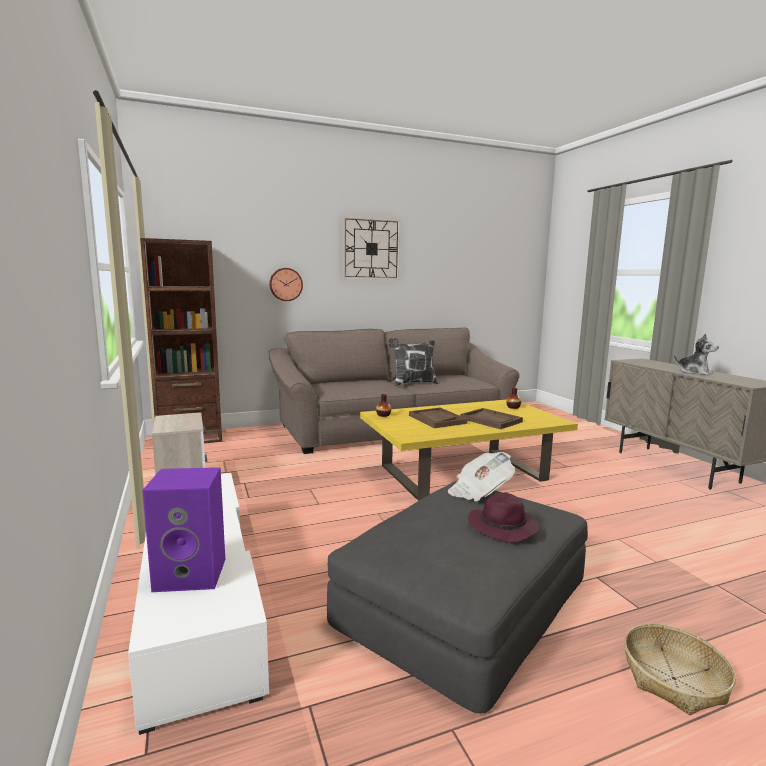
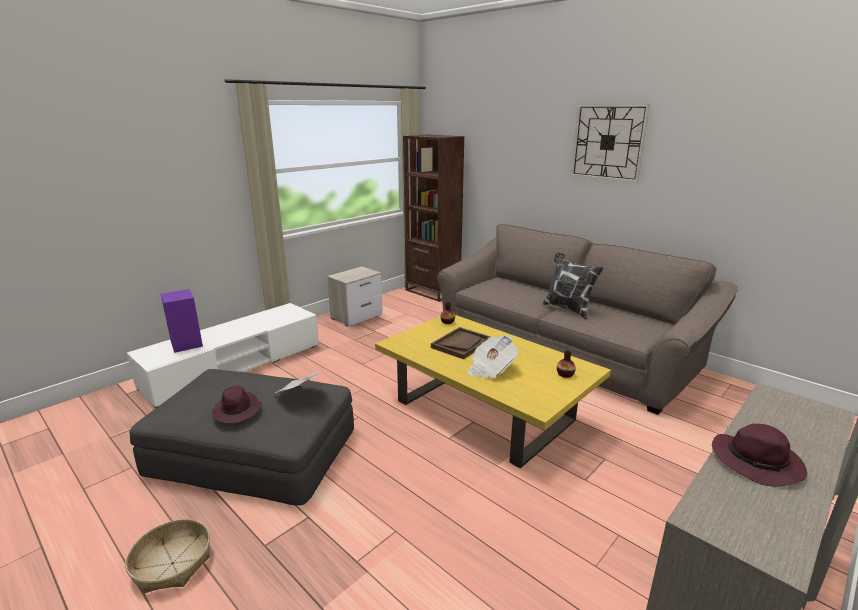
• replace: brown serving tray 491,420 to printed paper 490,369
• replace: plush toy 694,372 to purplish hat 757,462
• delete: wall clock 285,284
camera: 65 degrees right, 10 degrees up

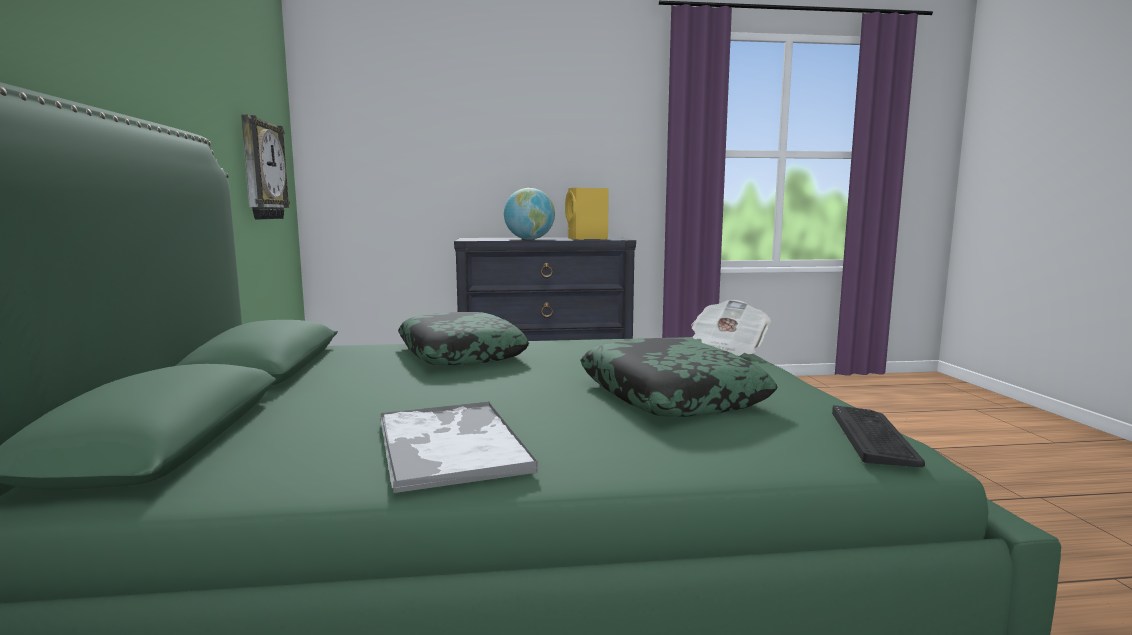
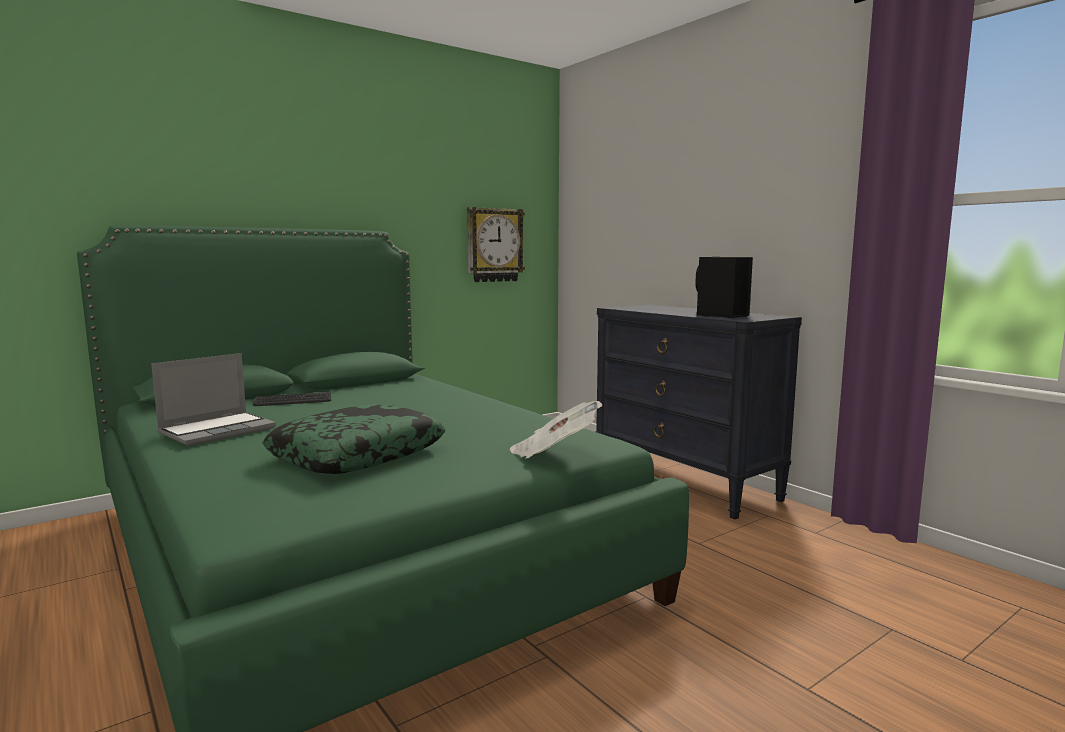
• replace: serving tray 450,444 to laptop 218,430
• move: PC keyboard 873,436 to 293,401
• recolor: yellow-coloured loudspeaker 587,239 to black loudspeaker 721,316
• delete: pillow 460,353
• delete: desk globe 529,239
camera: 60 degrees right, 0 degrees up

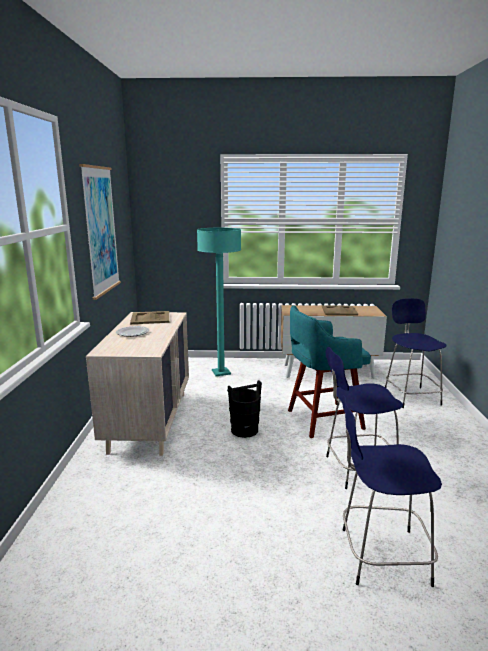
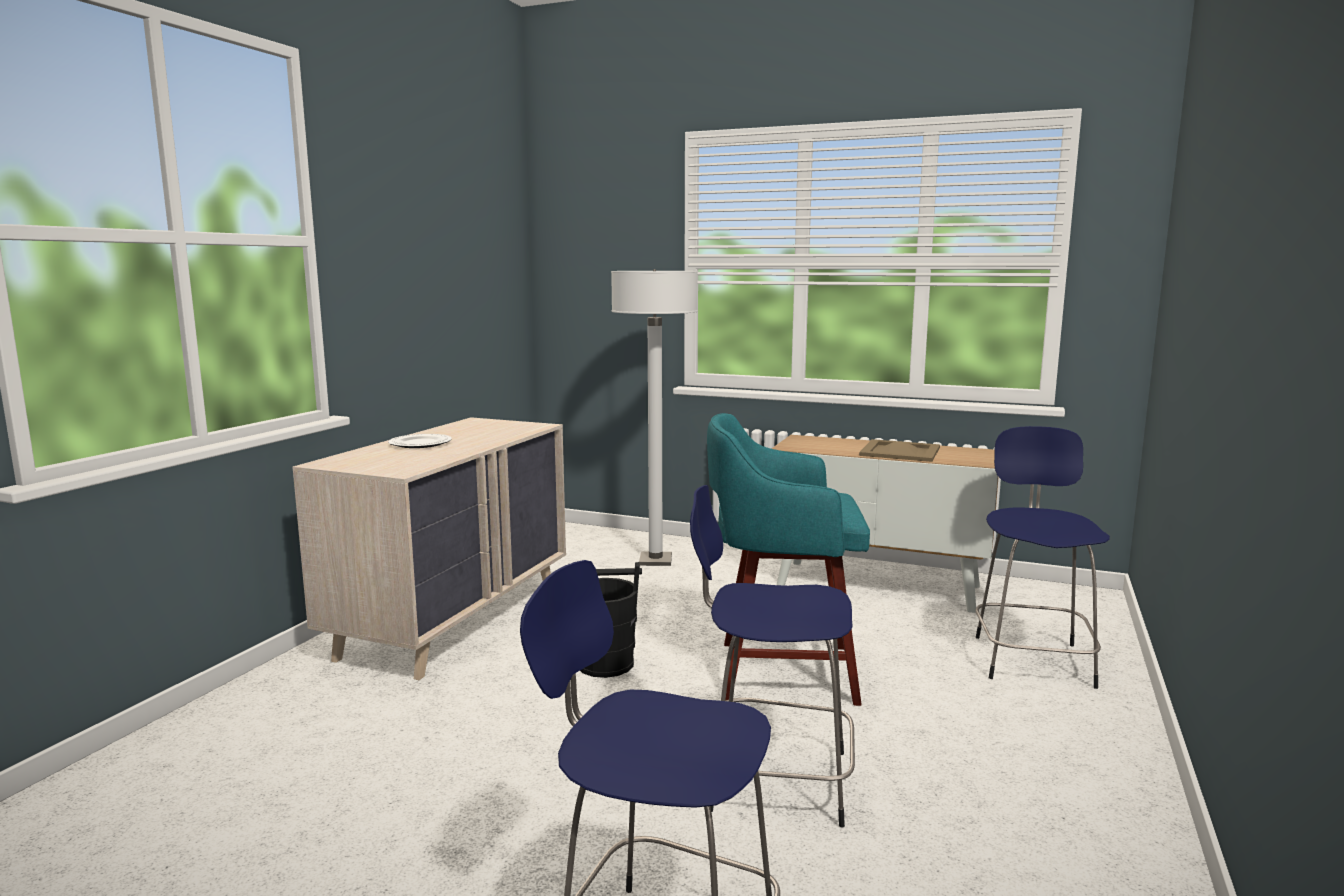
• recolor: blue-green standard lamp 221,372 to whitish standard lamp 655,561
• delete: wall picture 100,230
• delete: beige-coloured serving tray 151,318
camera: 20 degrees right, 5 degrees down

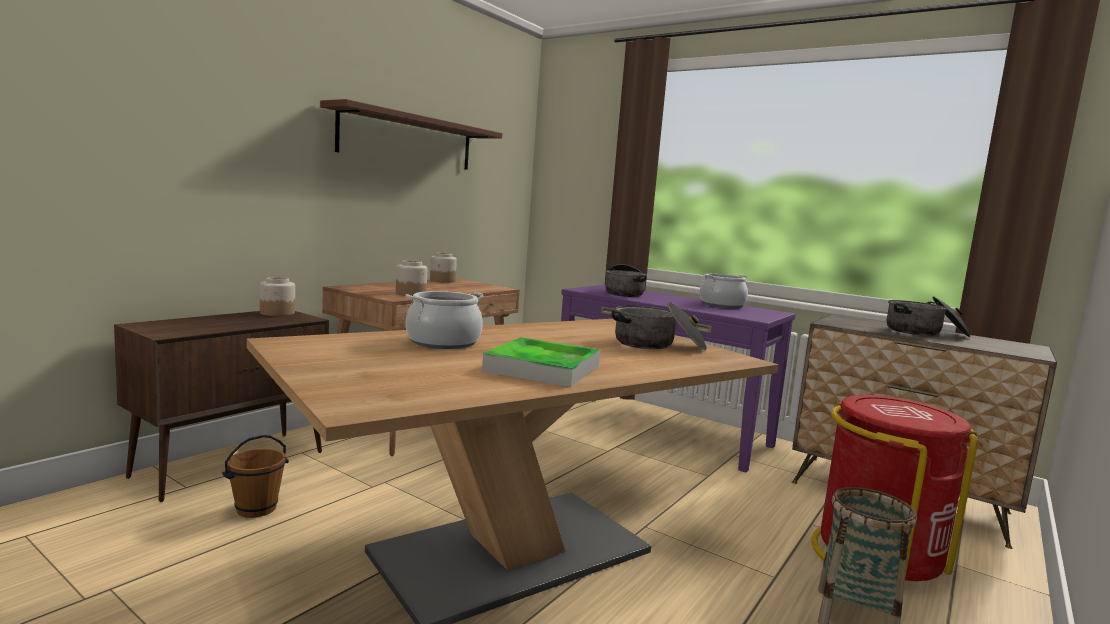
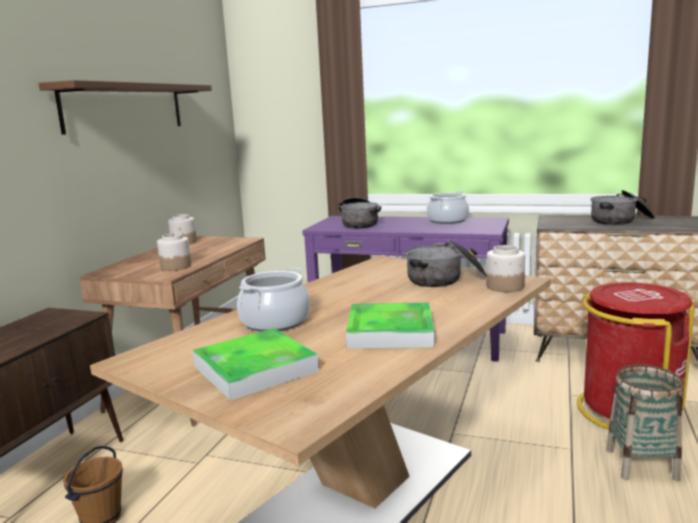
• insert: serving tray 255,369
• move: storage jar 277,313 to 504,286
camera: 15 degrees left, 5 degrees up

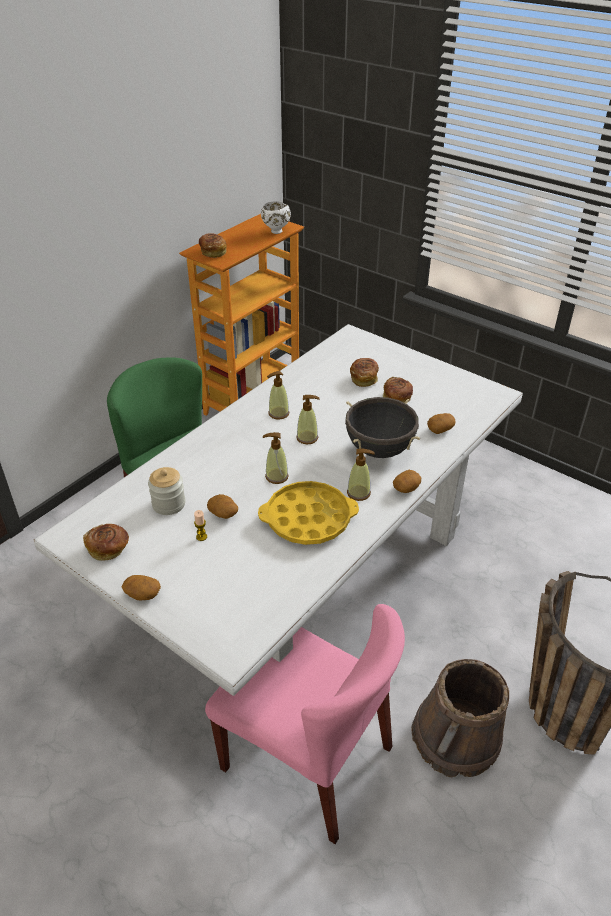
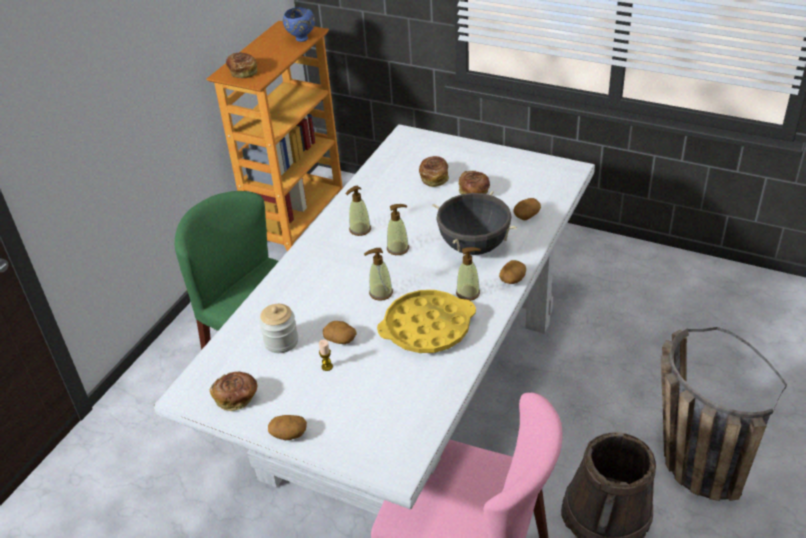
• recolor: whitish serving bowl 275,231 to blue serving bowl 301,39
camera: 10 degrees left, 0 degrees up

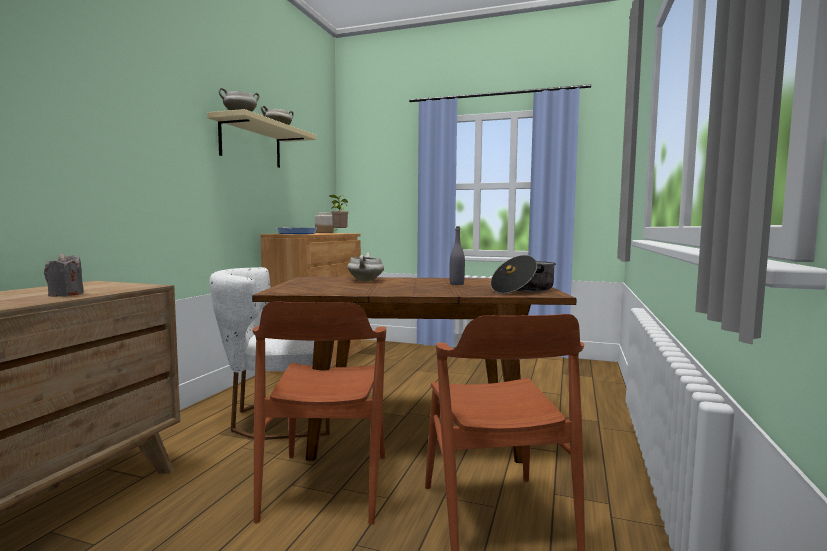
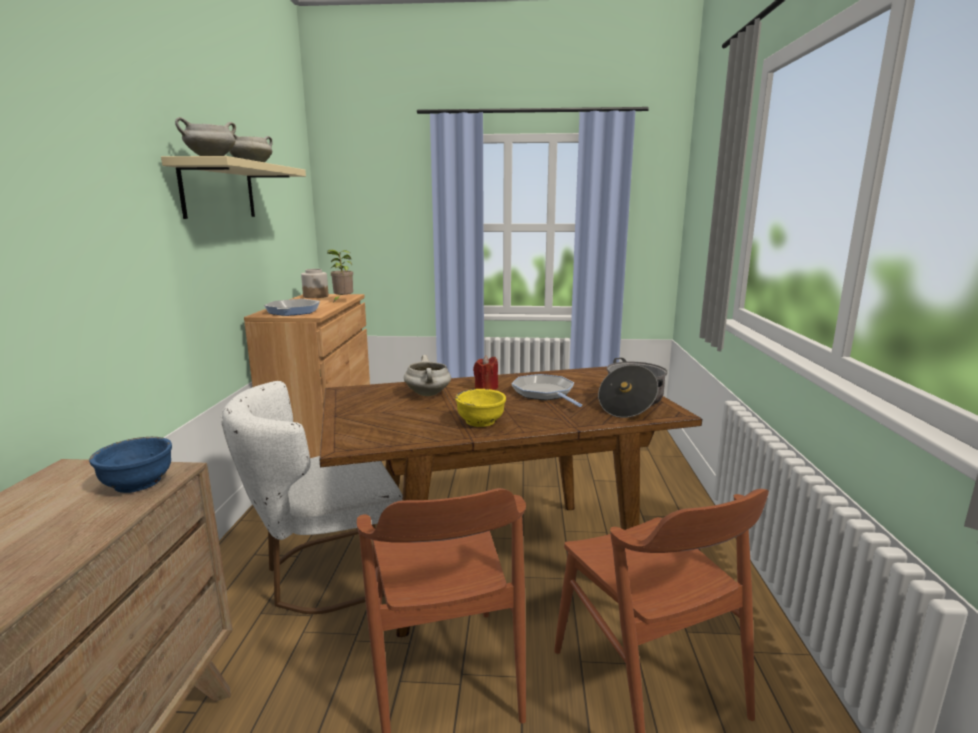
• insert: blue serving bowl 138,483
• insert: yellow-coloured serving bowl 480,421
• insert: red wax candle 486,388
• replace: grey bottle 456,284 to frying pan 545,393
• delete: grey wax candle 65,295
camera: 15 degrees left, 10 degrees up

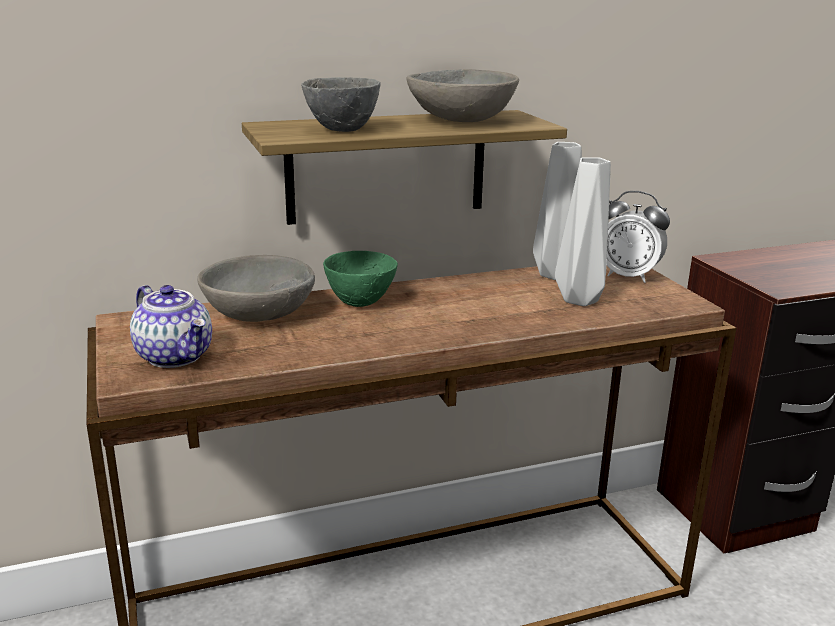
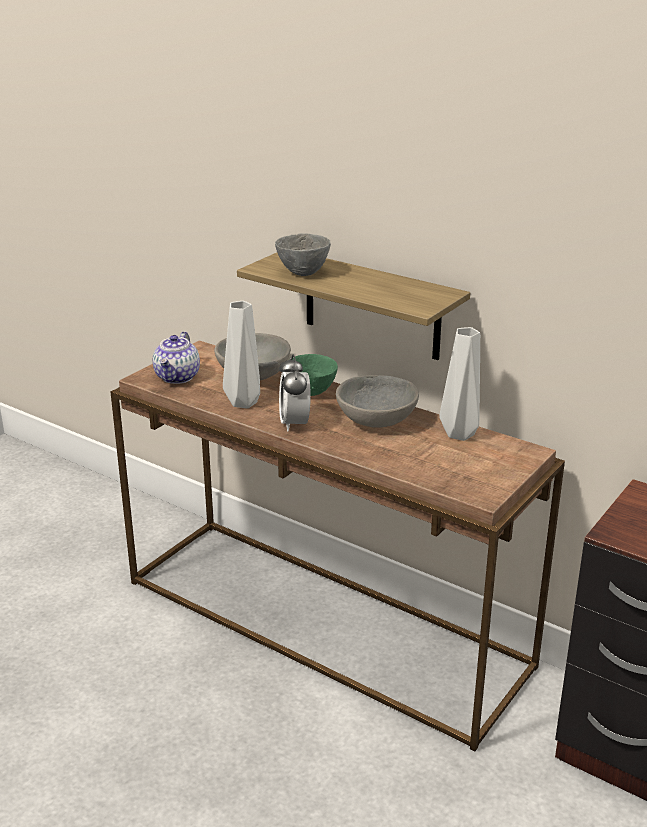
• move: grey vase 582,300 to 245,403
• move: bedside clock 628,276 to 294,423
• move: grey serving bowl 460,120 to 377,420
camera: 55 degrees right, 5 degrees up

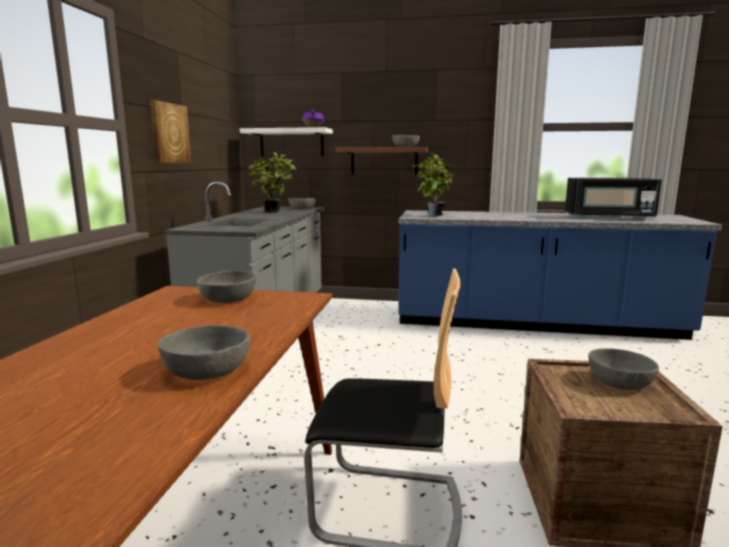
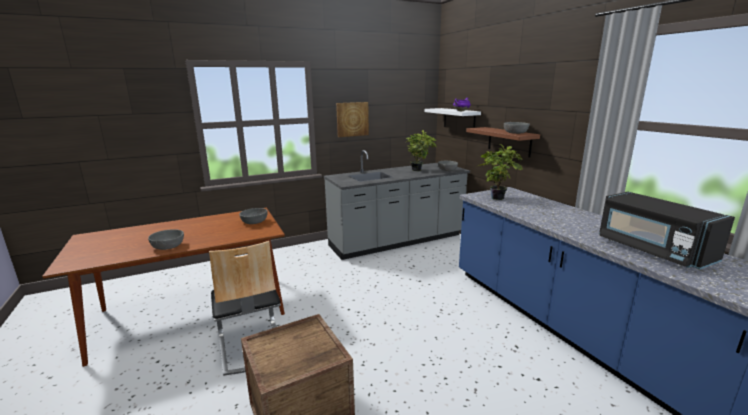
• delete: grey serving bowl 619,382
camera: 55 degrees right, 5 degrees up

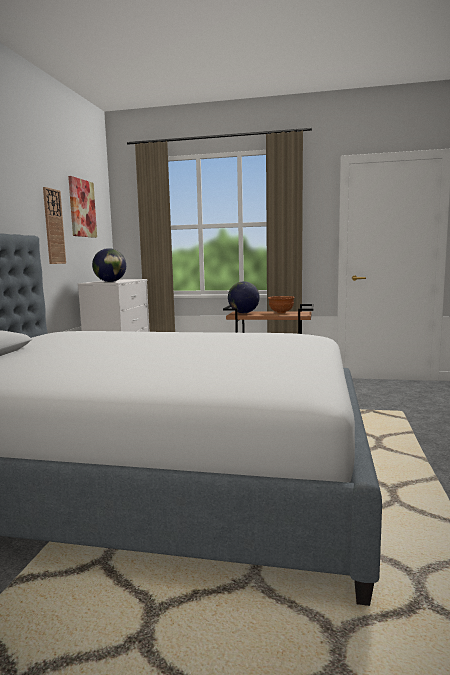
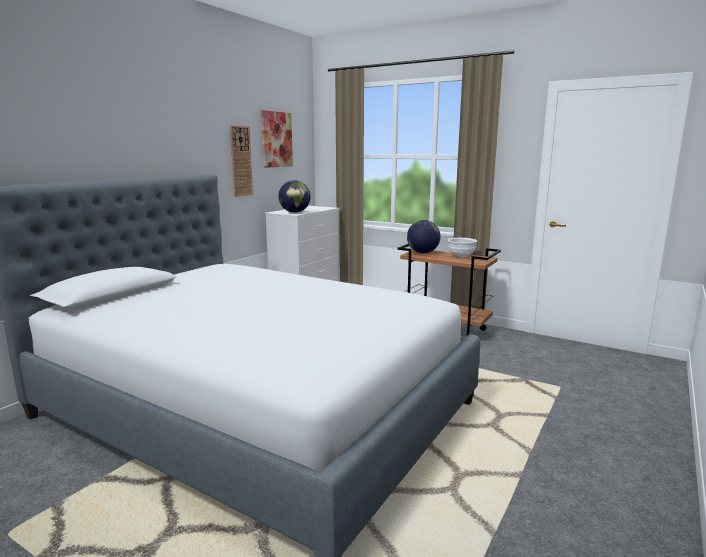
• recolor: brown serving bowl 280,312 to whitish serving bowl 461,256
camera: 20 degrees right, 5 degrees up

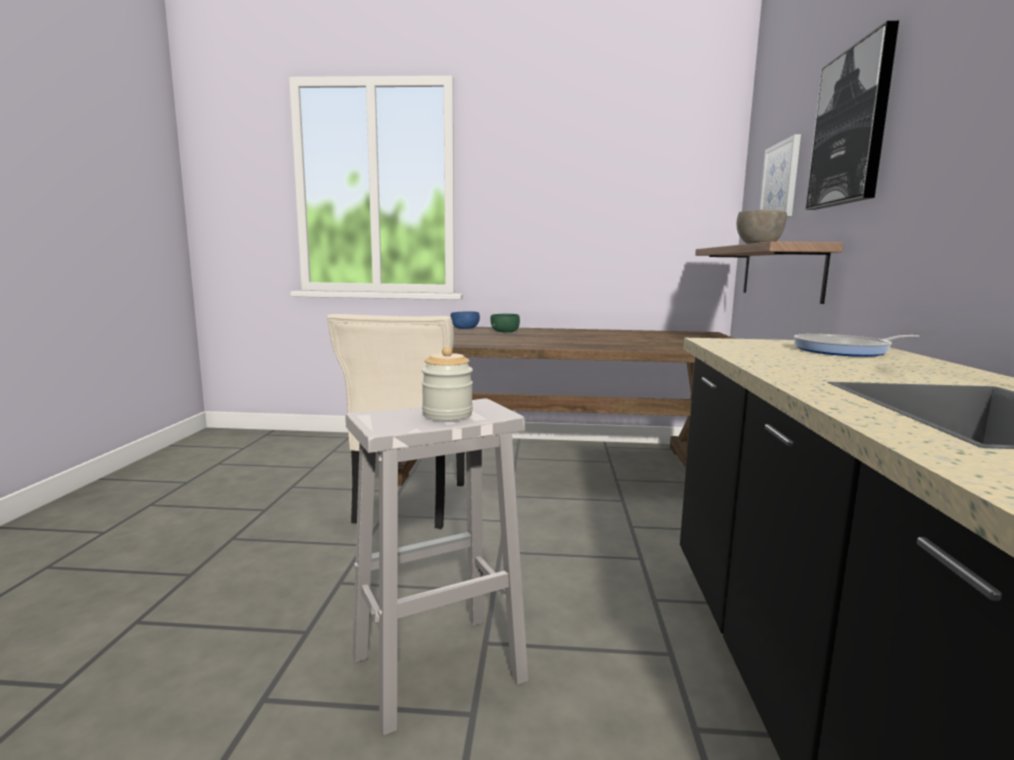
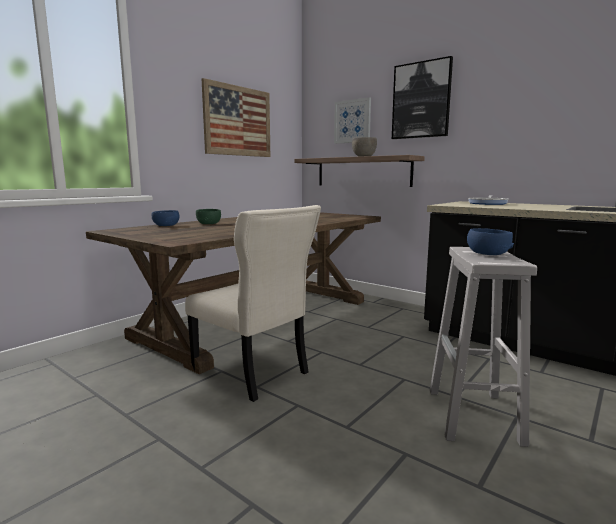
• insert: wall picture 238,121
• replace: storage jar 447,414 to blue serving bowl 488,253
camera: 55 degrees left, 0 degrees up

